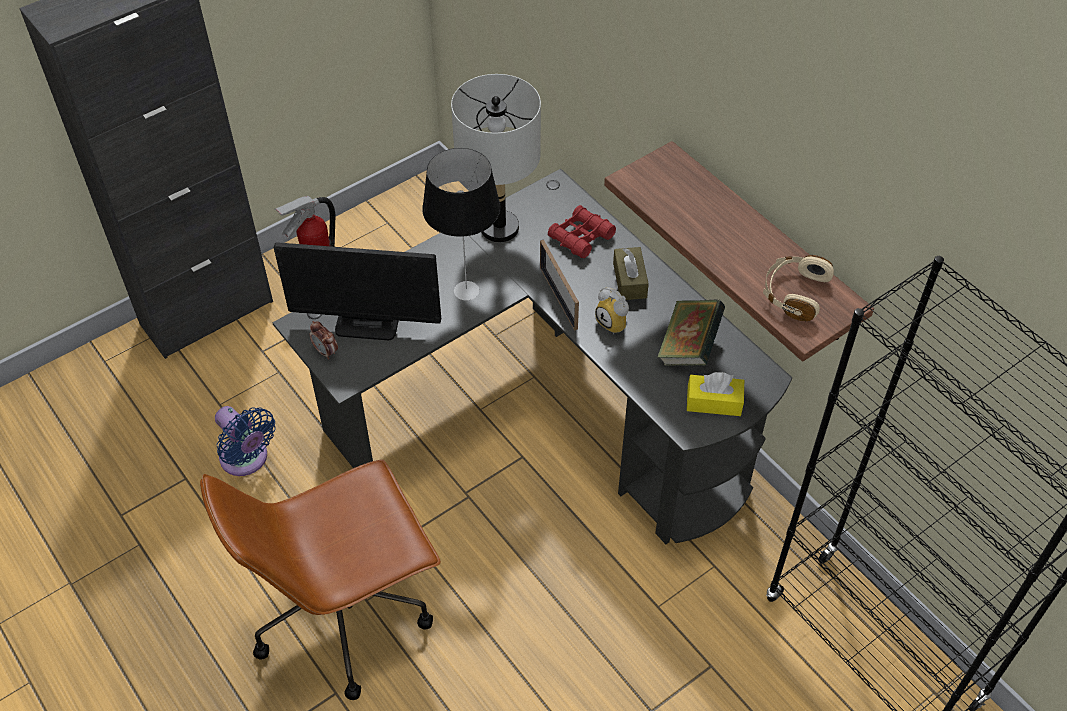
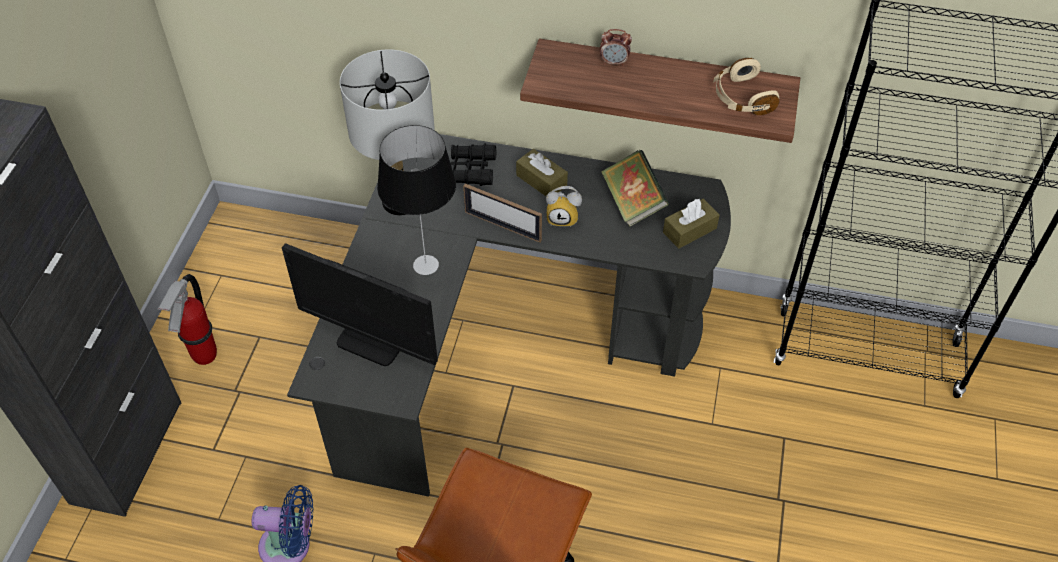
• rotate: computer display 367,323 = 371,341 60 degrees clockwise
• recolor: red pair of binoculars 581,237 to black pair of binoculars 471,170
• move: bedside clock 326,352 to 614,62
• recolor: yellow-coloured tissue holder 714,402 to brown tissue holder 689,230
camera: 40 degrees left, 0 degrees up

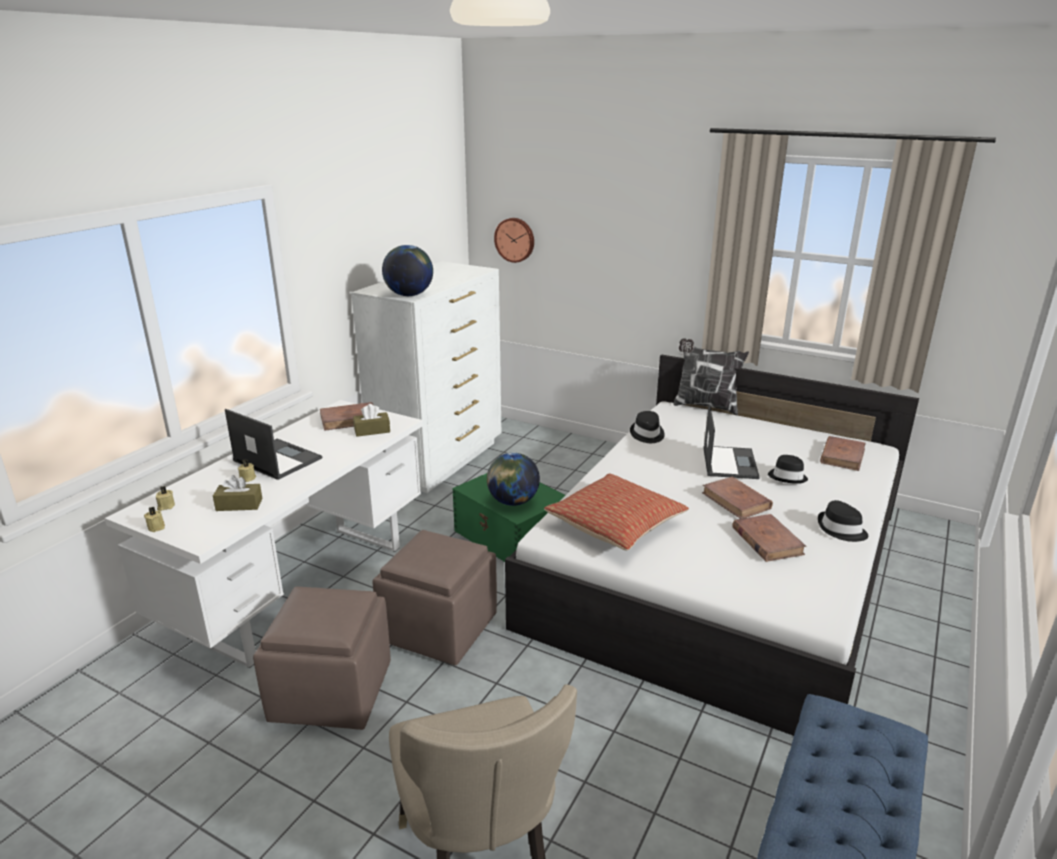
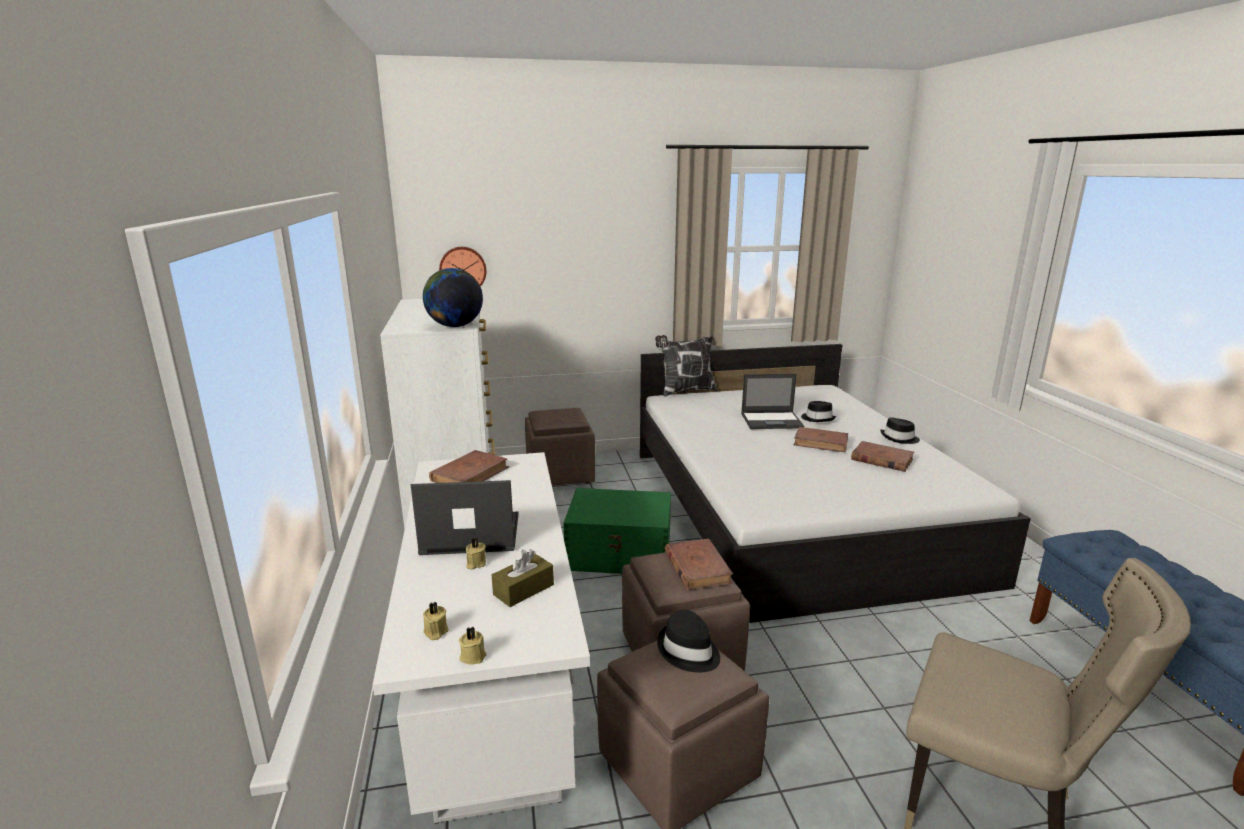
• insert: brown footrest 560,474
• move: black hat 647,434 to 688,651
• move: brown bound book 842,456 to 697,567
• rotate: laptop 729,462 = 772,421 120 degrees clockwise
• delete: brown tissue holder 372,431
• delete: desk globe 513,502
• delete: pillow 615,525
camera: 40 degrees left, 5 degrees down

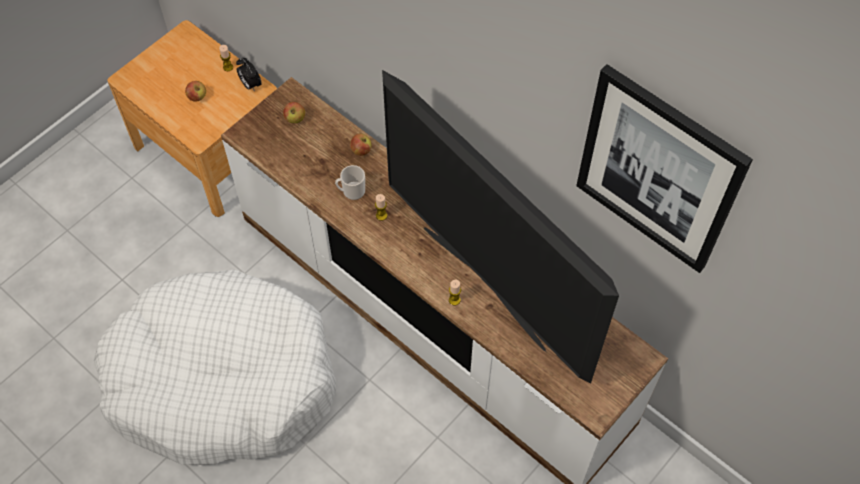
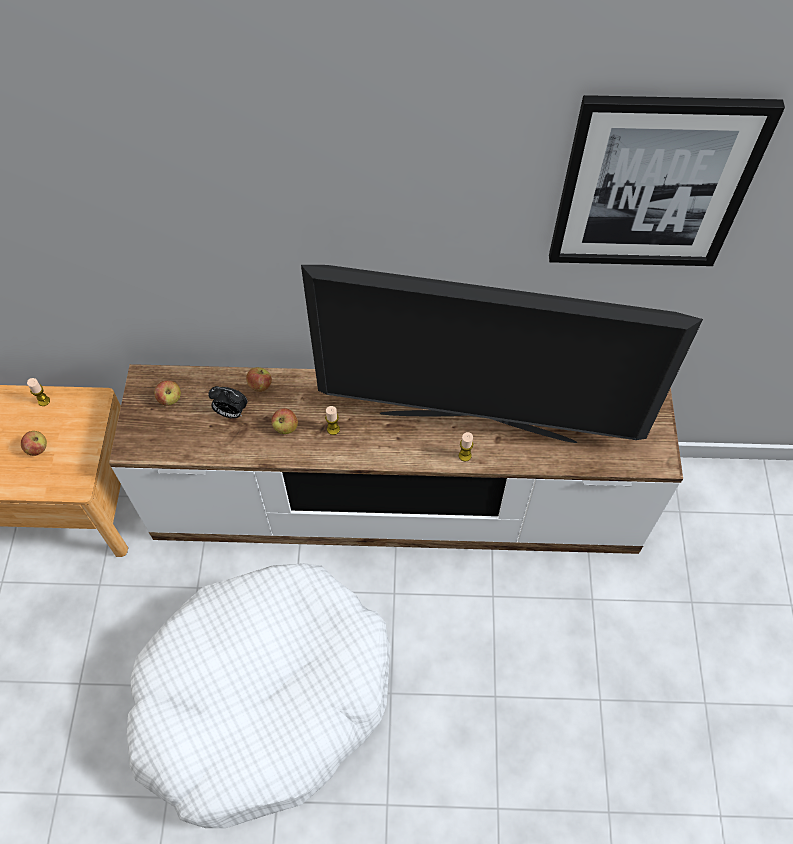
• move: bedside clock 250,84 to 231,412
• replace: mug 351,191 to apple 285,427
camera: 40 degrees left, 0 degrees up

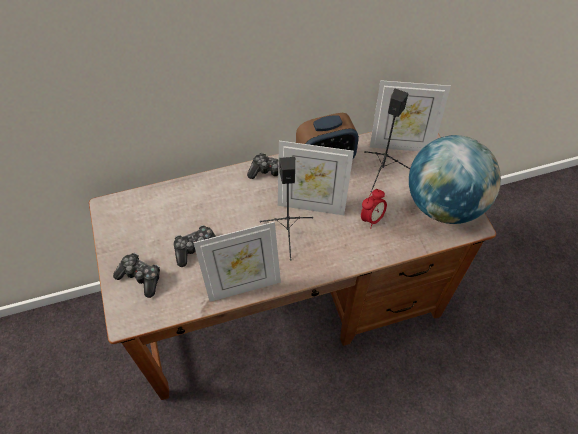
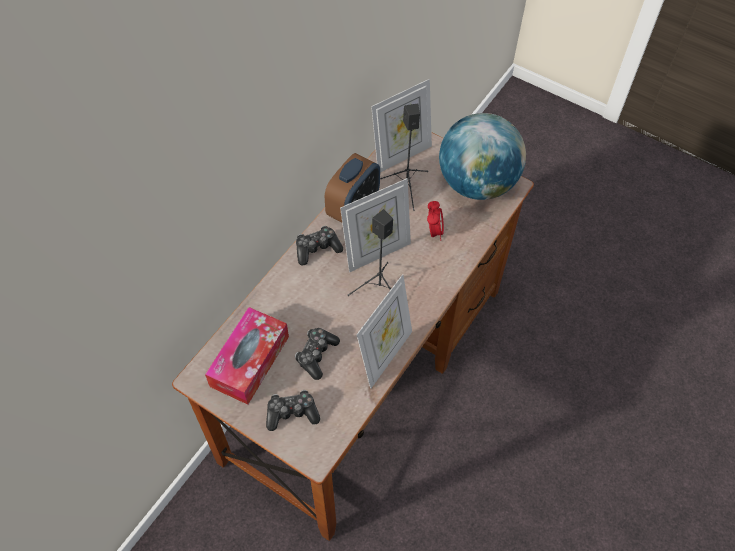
• insert: tissue holder 250,361
camera: 40 degrees left, 0 degrees up

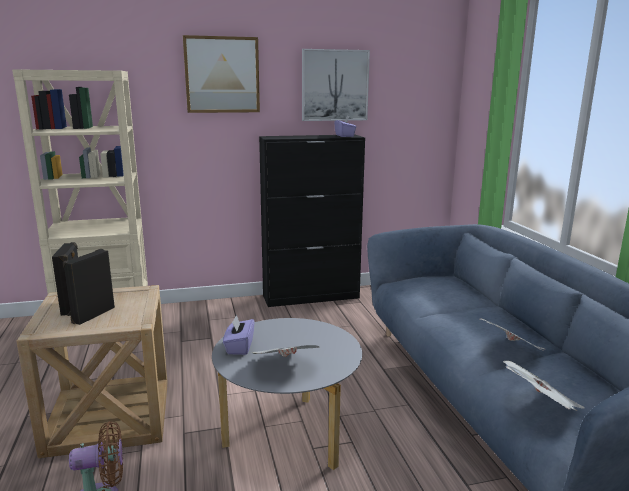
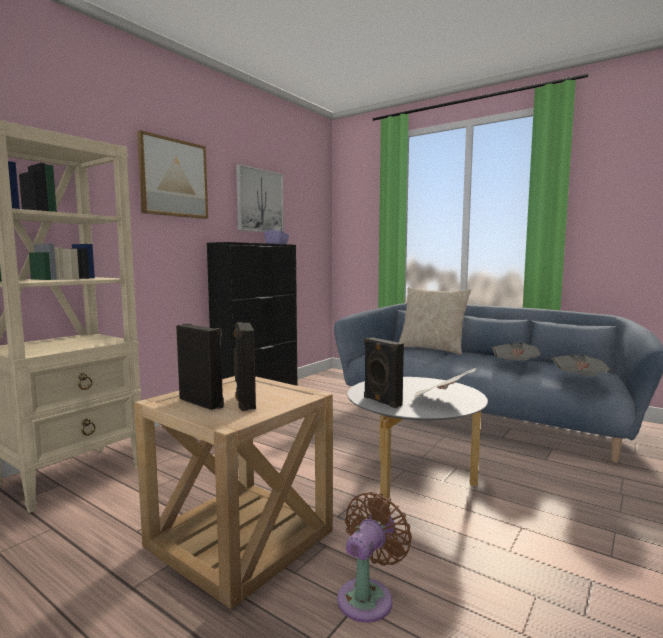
• replace: purplish tissue holder 239,347 to black loudspeaker 381,401
• insert: beige-coloured pillow 432,349
camera: 40 degrees left, 10 degrees down

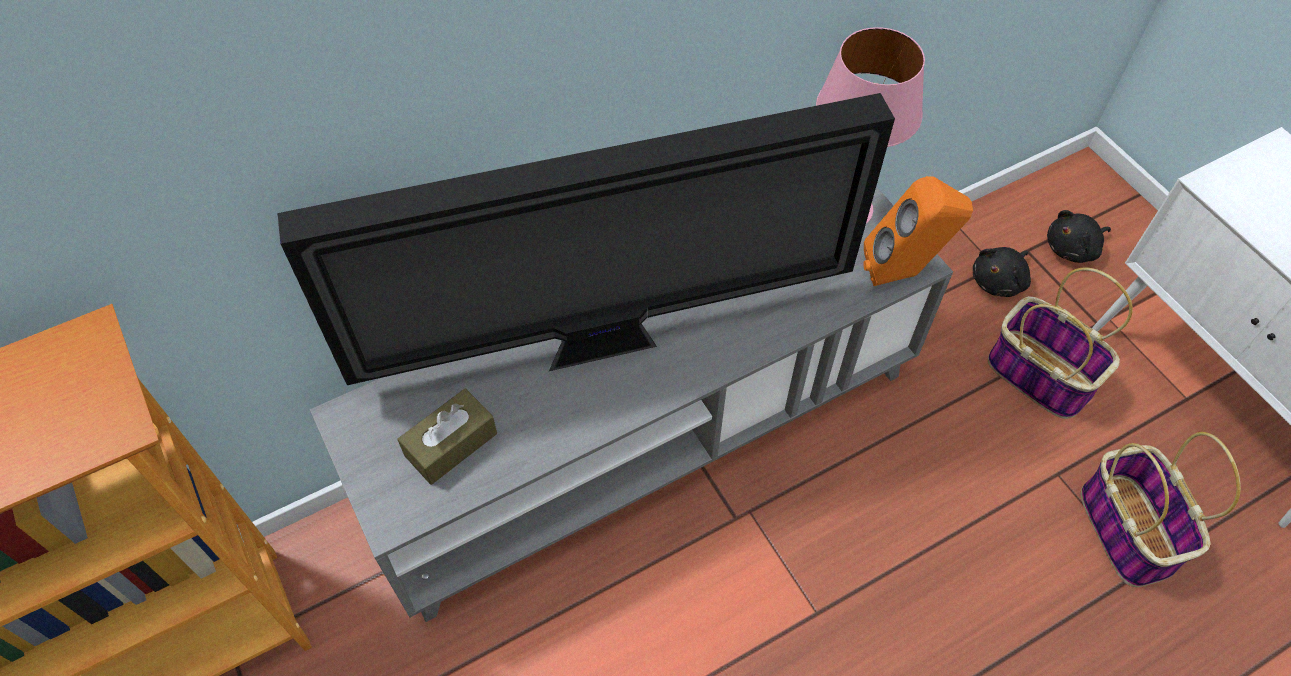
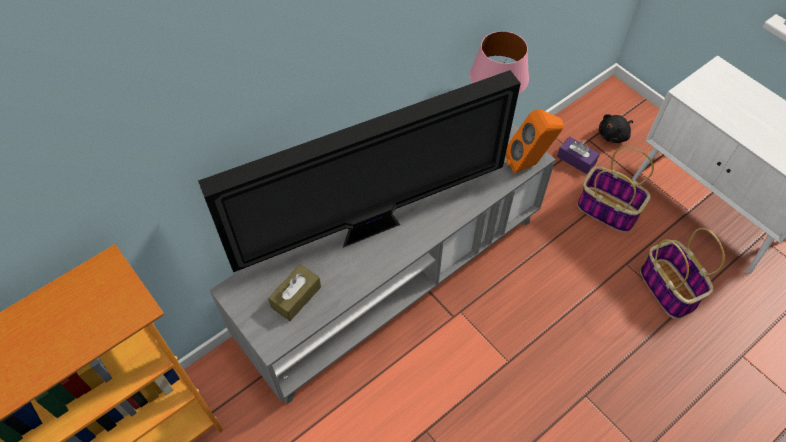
• replace: black plush toy 999,281 to purplish tissue holder 576,160
camera: 10 degrees left, 0 degrees up

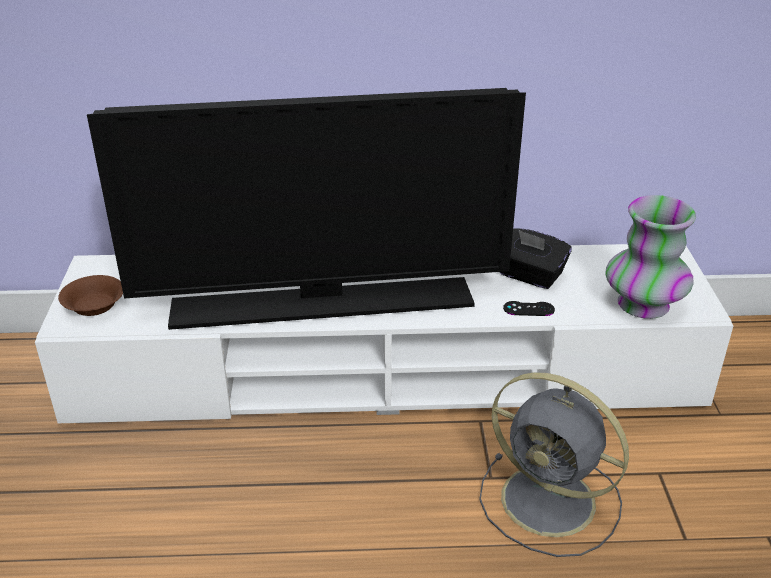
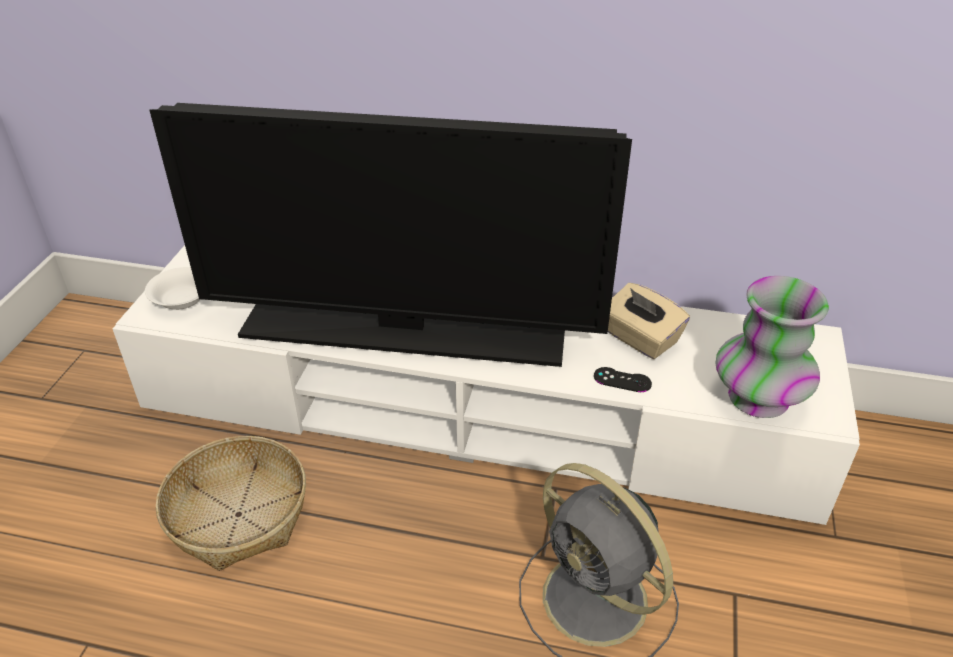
• recolor: brown serving bowl 93,307 to whitish serving bowl 181,300
• insert: storage basket 239,514
• recolor: black tissue holder 529,275 to beige-coloured tissue holder 640,339
camera: 15 degrees right, 5 degrees up

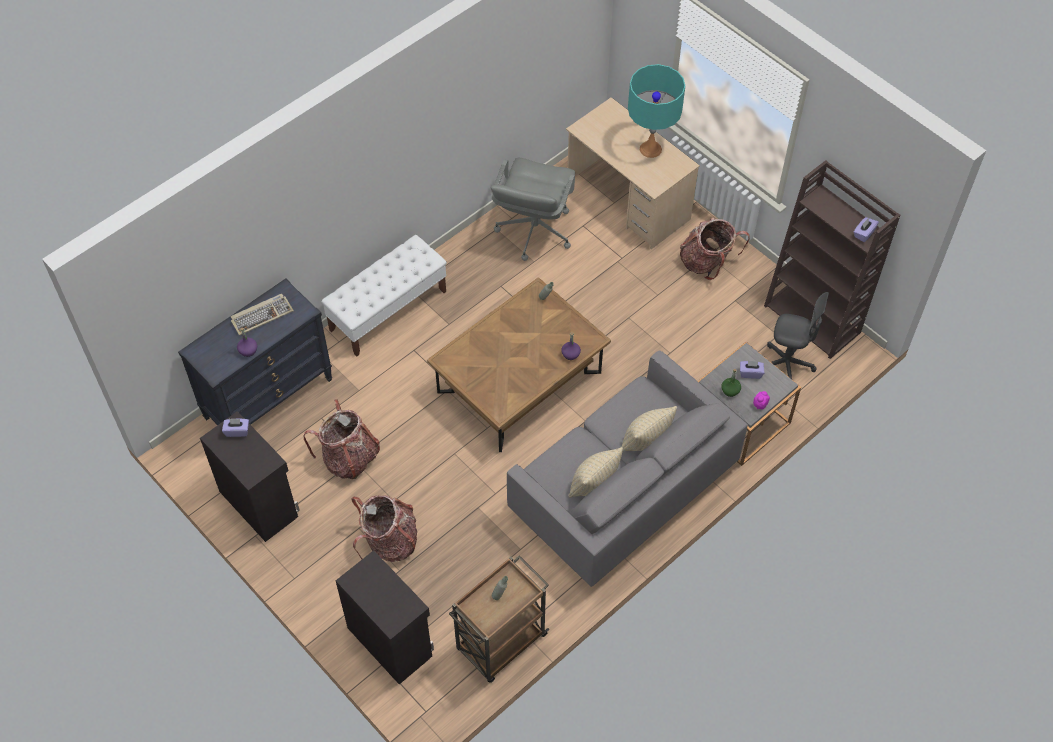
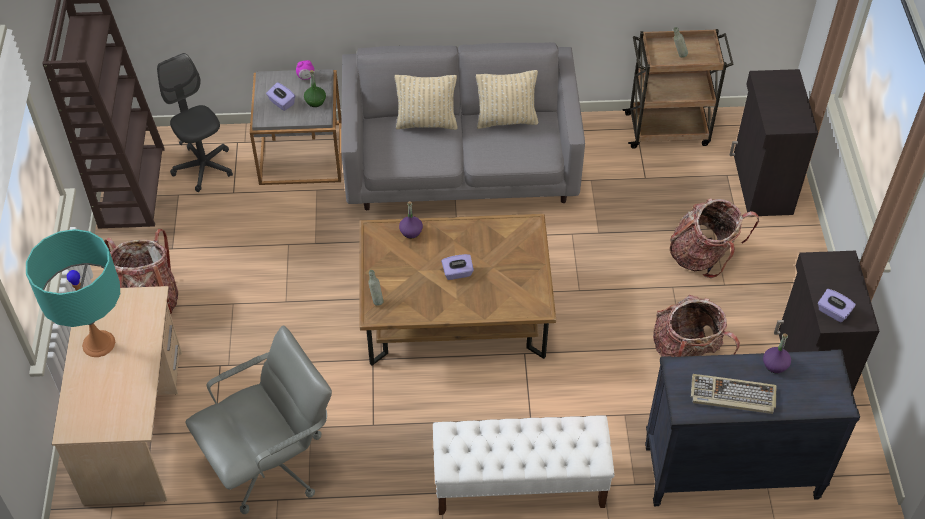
• move: purplish tissue holder 863,233 to 457,273
camera: 140 degrees left, 5 degrees down

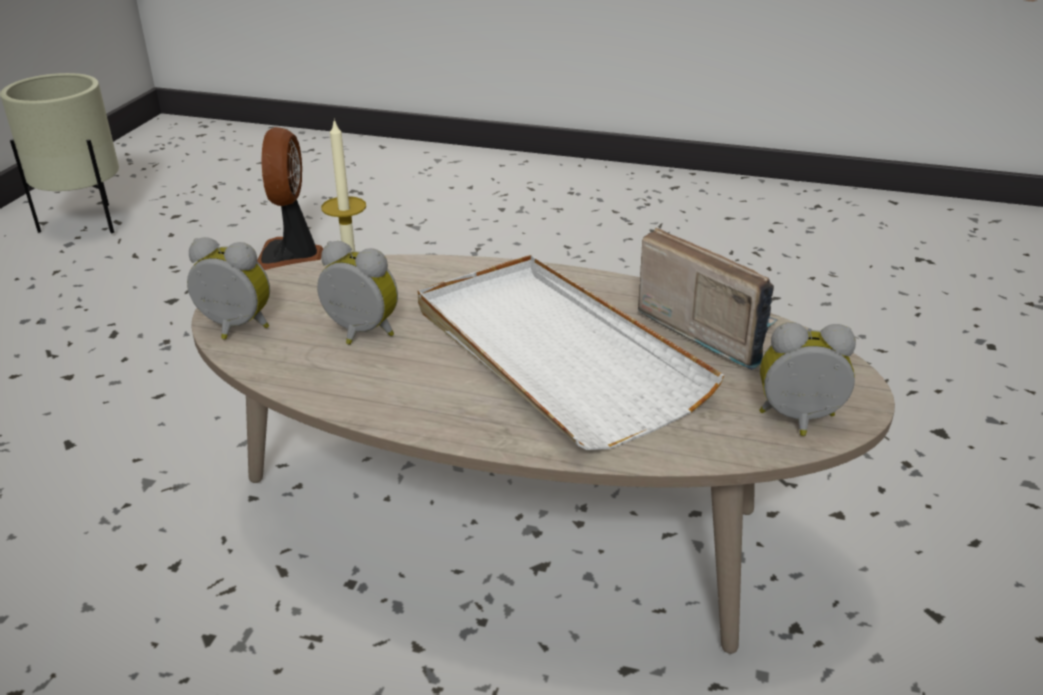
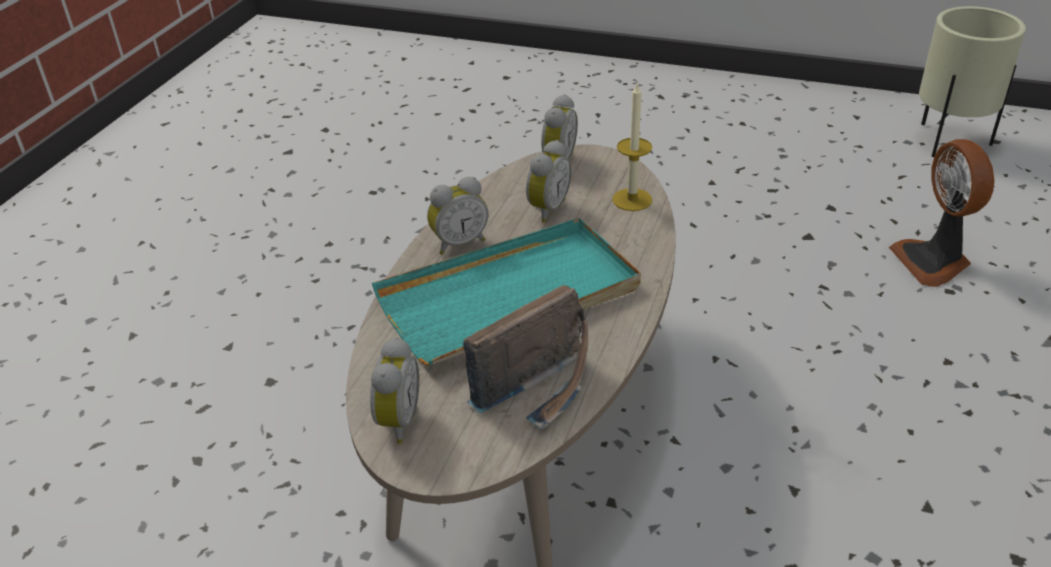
• recolor: whitish serving tray 553,354 to blue-green serving tray 510,297
• insert: bedside clock 458,243
• rotate: fan 290,258 = 933,261 105 degrees counterclockwise
camera: 95 degrees right, 5 degrees up

